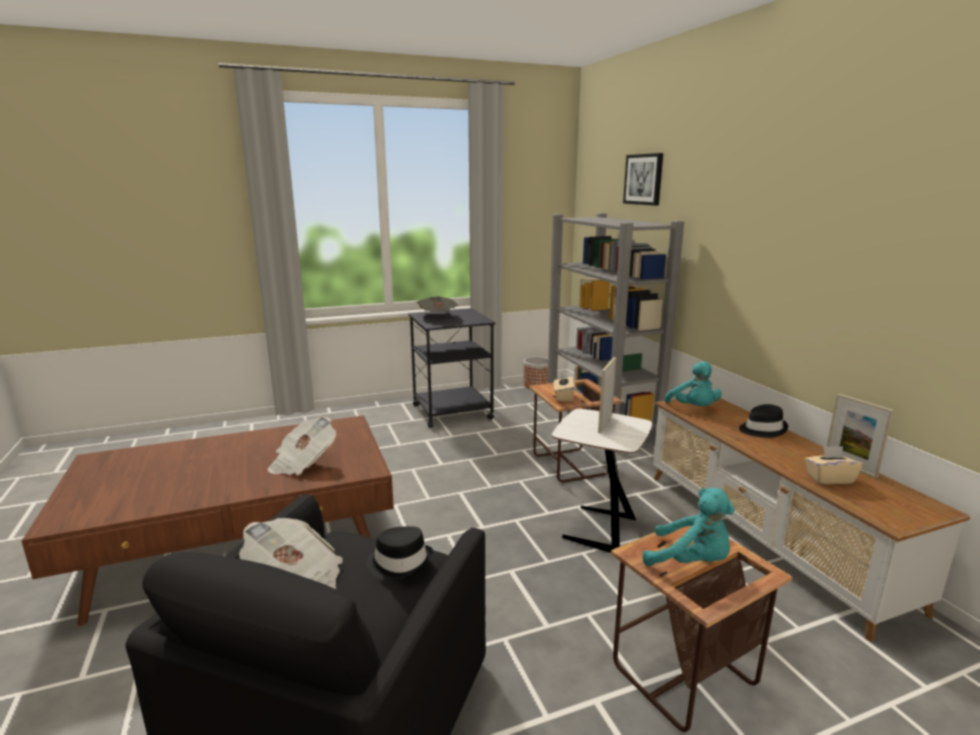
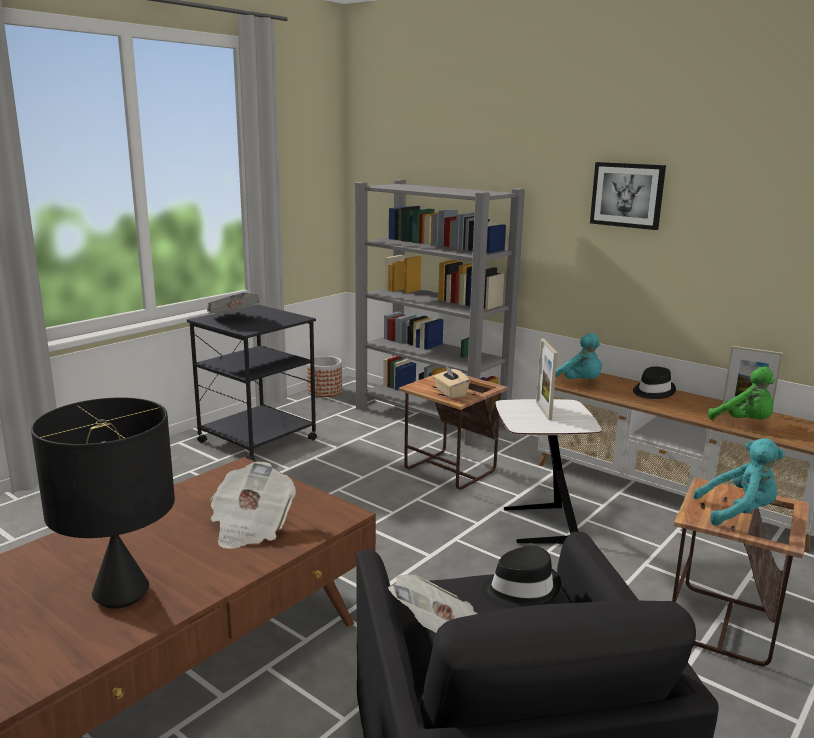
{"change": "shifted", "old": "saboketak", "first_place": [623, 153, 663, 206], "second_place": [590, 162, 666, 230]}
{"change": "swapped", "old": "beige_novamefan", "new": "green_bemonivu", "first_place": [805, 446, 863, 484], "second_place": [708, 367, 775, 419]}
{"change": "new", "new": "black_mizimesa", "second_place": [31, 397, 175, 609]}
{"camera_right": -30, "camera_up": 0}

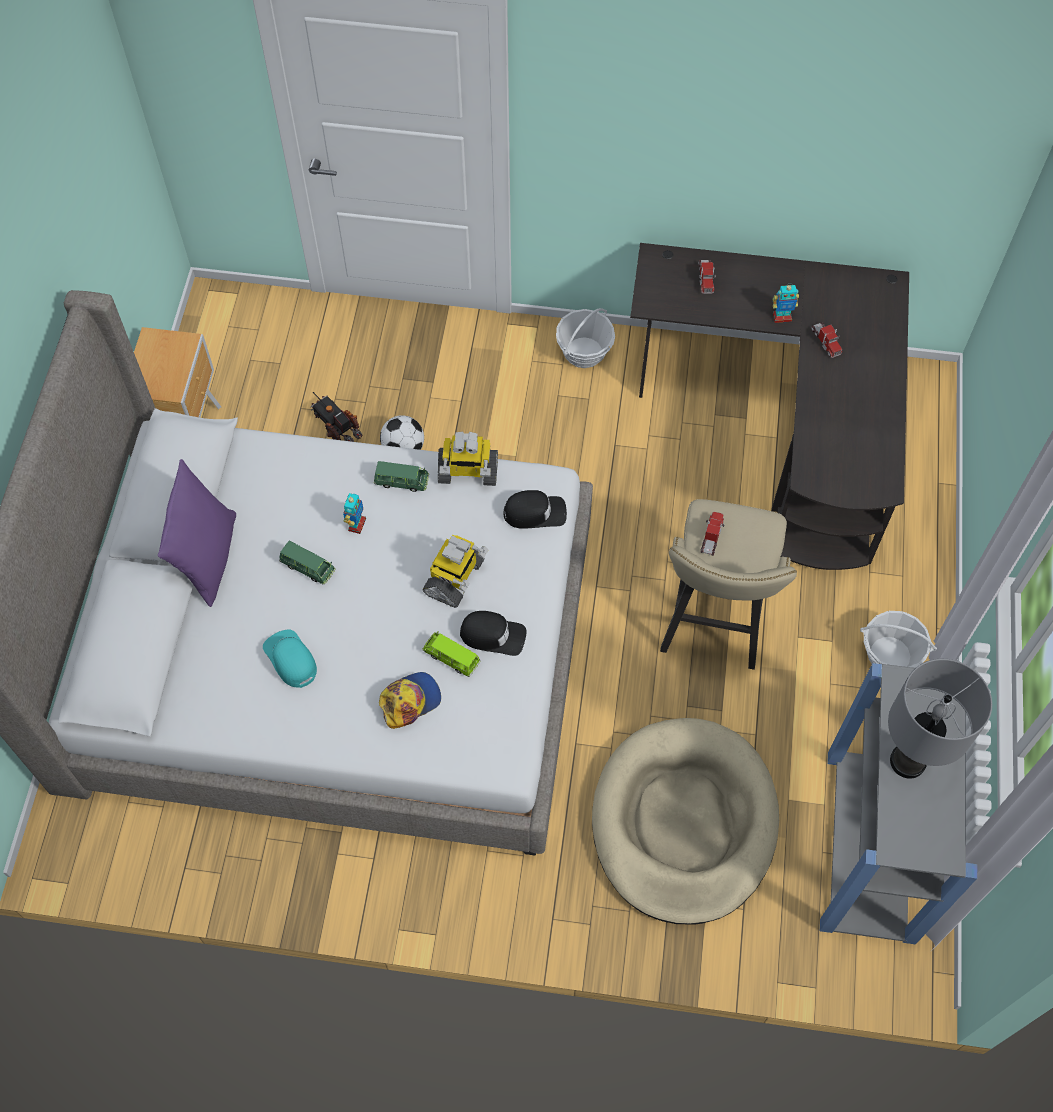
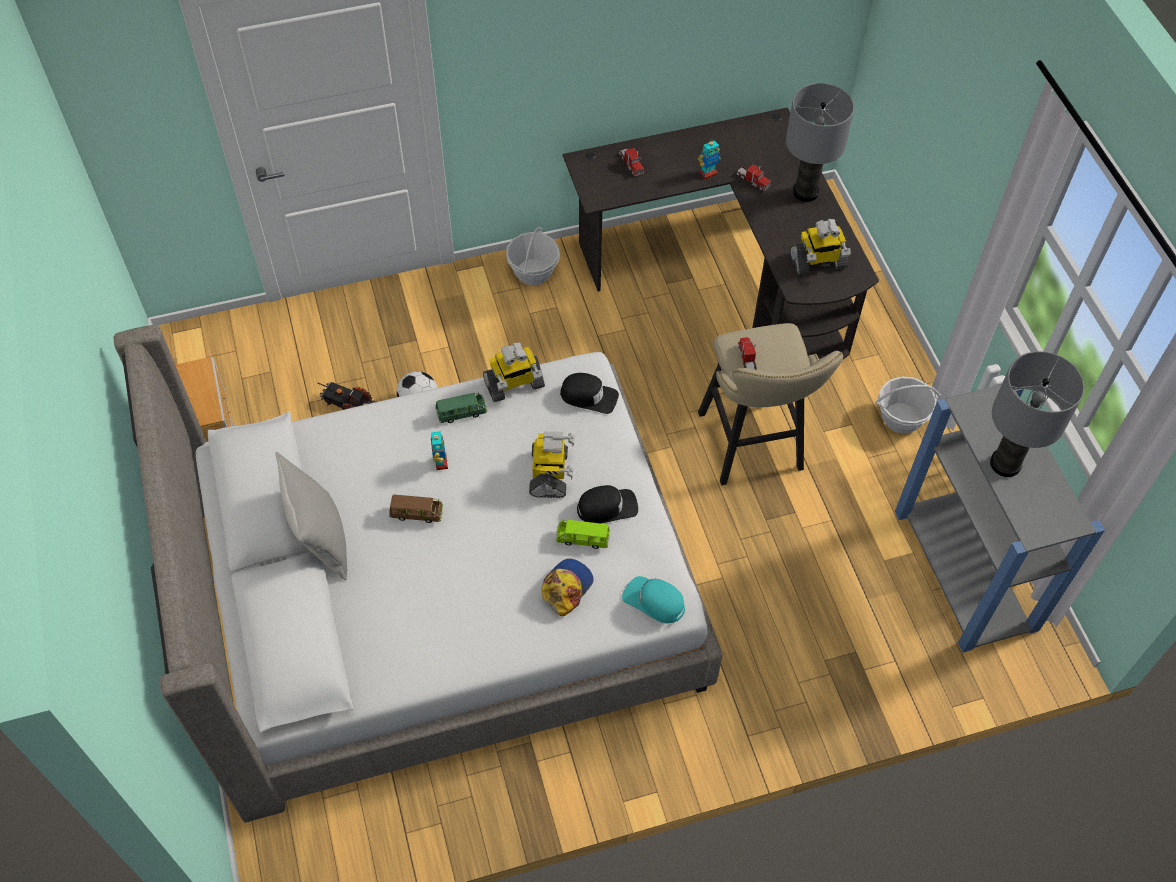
{"change": "repainted", "old": "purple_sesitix", "new": "grey_sesitix", "first_place": [158, 459, 236, 607], "second_place": [275, 452, 347, 580]}
{"change": "shifted", "old": "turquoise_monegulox", "first_place": [263, 629, 317, 688], "second_place": [622, 576, 685, 623]}
{"change": "repainted", "old": "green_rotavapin", "new": "brown_rotavapin", "first_place": [279, 541, 335, 585], "second_place": [389, 494, 444, 523]}
{"change": "rotated", "old": "black_monegulox", "first_place": [503, 490, 567, 529], "second_place": [560, 373, 619, 414], "degrees": 45}
{"change": "gone", "old": "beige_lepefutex", "first_place": [592, 718, 779, 925]}
{"change": "new", "new": "grey_mizimesa", "second_place": [786, 83, 854, 202]}
{"change": "new", "new": "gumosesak", "second_place": [790, 219, 851, 275]}
{"camera_right": -25, "camera_up": -5}

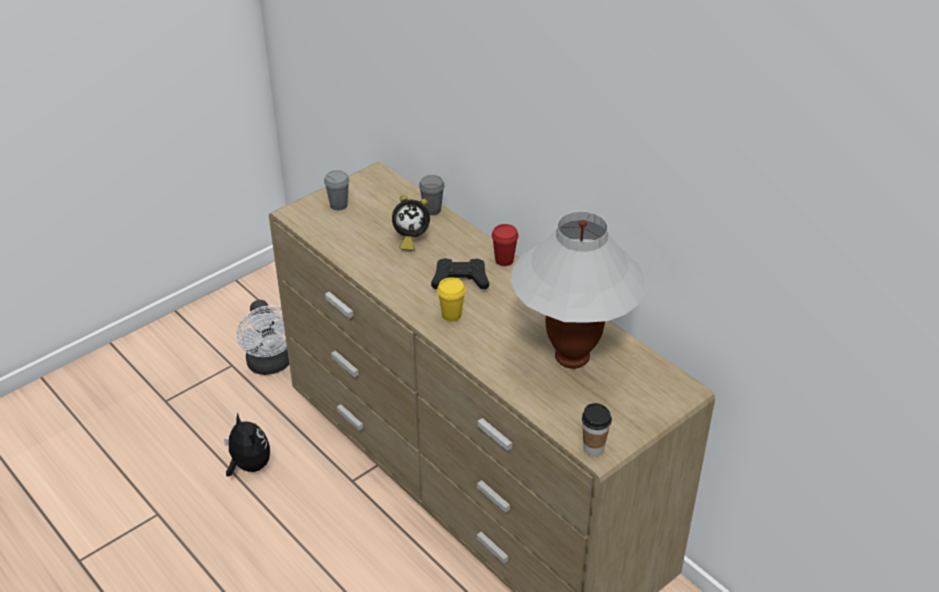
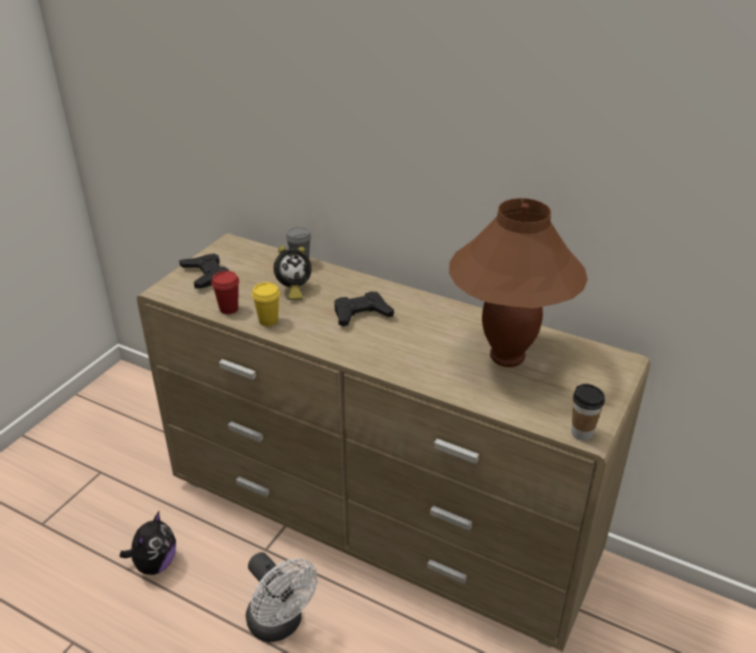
{"change": "rotated", "old": "bemonivu", "first_place": [224, 413, 270, 477], "second_place": [120, 511, 176, 575], "degrees": 75}
{"change": "shifted", "old": "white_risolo", "first_place": [237, 300, 289, 375], "second_place": [246, 552, 318, 642]}
{"change": "swapped", "old": "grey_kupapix", "new": "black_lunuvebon", "first_place": [324, 170, 350, 210], "second_place": [179, 253, 229, 289]}
{"change": "shifted", "old": "yellow_kupapix", "first_place": [437, 277, 466, 322], "second_place": [252, 282, 280, 326]}
{"change": "shifted", "old": "red_kupapix", "first_place": [491, 224, 519, 266], "second_place": [211, 271, 239, 314]}
{"change": "repainted", "old": "white_mizimesa", "new": "brown_mizimesa", "first_place": [511, 211, 646, 369], "second_place": [449, 198, 588, 367]}
{"camera_right": -20, "camera_up": -5}

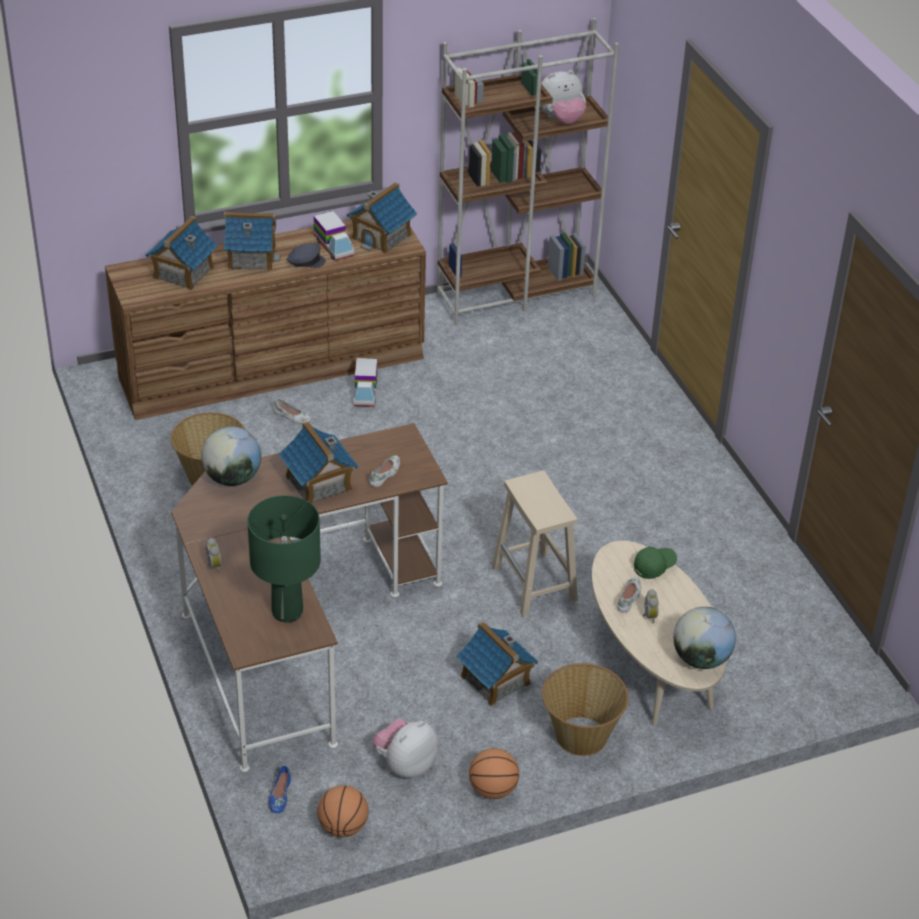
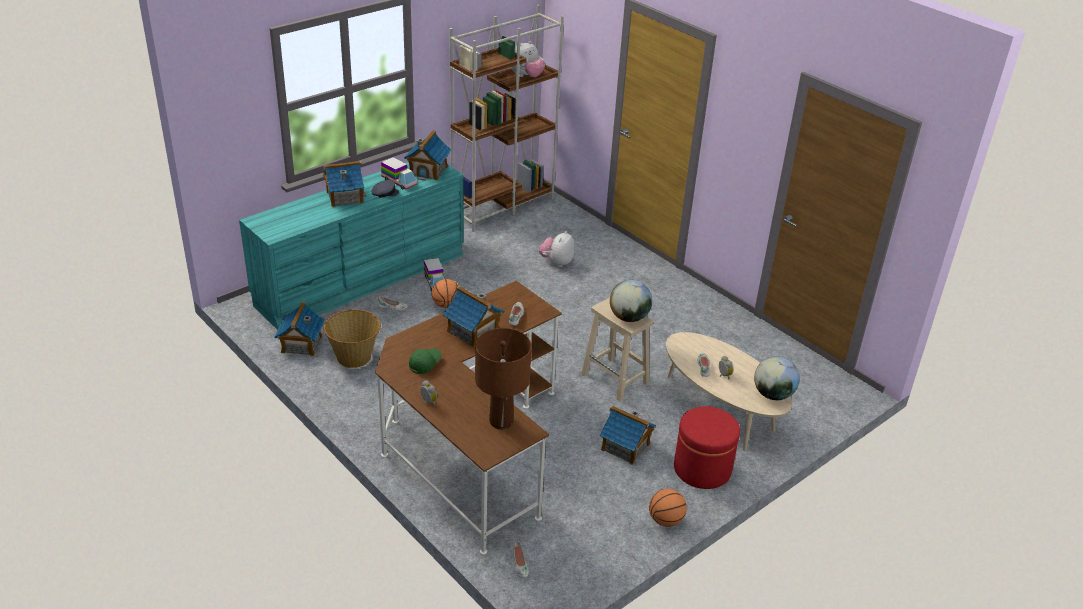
{"change": "repainted", "old": "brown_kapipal", "new": "turquoise_kapipal", "first_place": [105, 220, 426, 420], "second_place": [239, 162, 464, 330]}
{"change": "shifted", "old": "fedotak", "first_place": [145, 216, 218, 290], "second_place": [274, 302, 325, 356]}
{"change": "shifted", "old": "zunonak", "first_place": [201, 426, 261, 486], "second_place": [610, 280, 652, 322]}
{"change": "repainted", "old": "green_mizimesa", "new": "brown_mizimesa", "first_place": [247, 495, 321, 623], "second_place": [475, 328, 531, 429]}
{"change": "repainted", "old": "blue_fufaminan", "new": "white_fufaminan", "first_place": [269, 766, 291, 813], "second_place": [512, 541, 529, 578]}
{"change": "shifted", "old": "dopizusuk", "first_place": [317, 785, 369, 837], "second_place": [431, 279, 458, 308]}
{"change": "shifted", "old": "bemonivu", "first_place": [373, 719, 438, 778], "second_place": [539, 231, 574, 267]}
{"change": "swapped", "old": "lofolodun", "new": "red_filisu", "first_place": [542, 663, 629, 756], "second_place": [674, 406, 740, 489]}
{"change": "shifted", "old": "green_monegulox", "first_place": [634, 547, 677, 579], "second_place": [409, 348, 442, 374]}
{"camera_right": -20, "camera_up": -5}

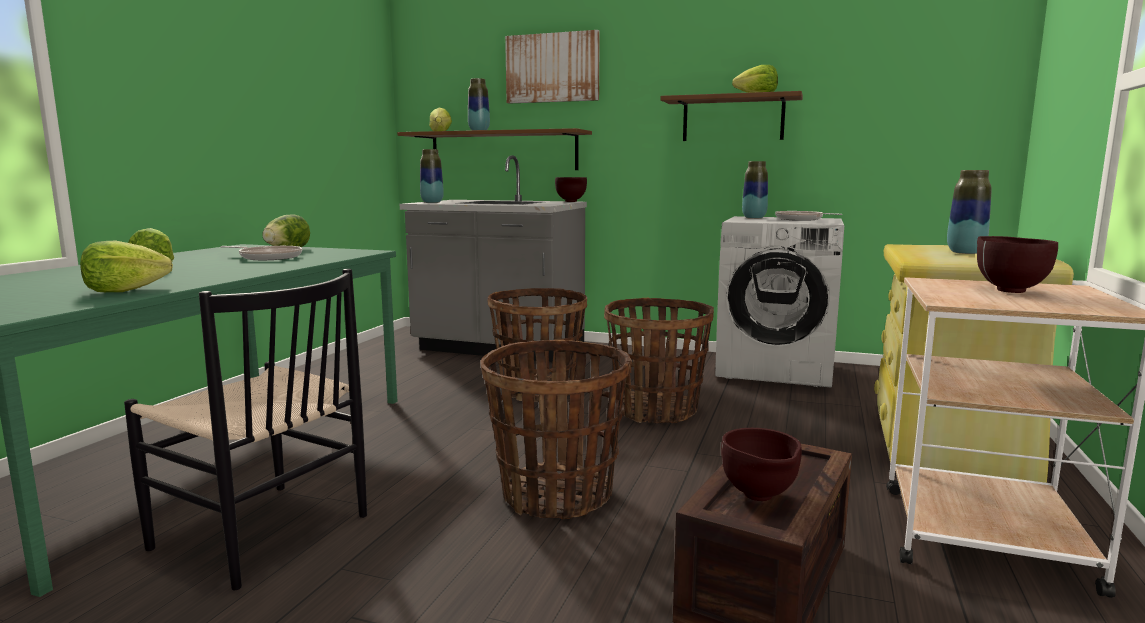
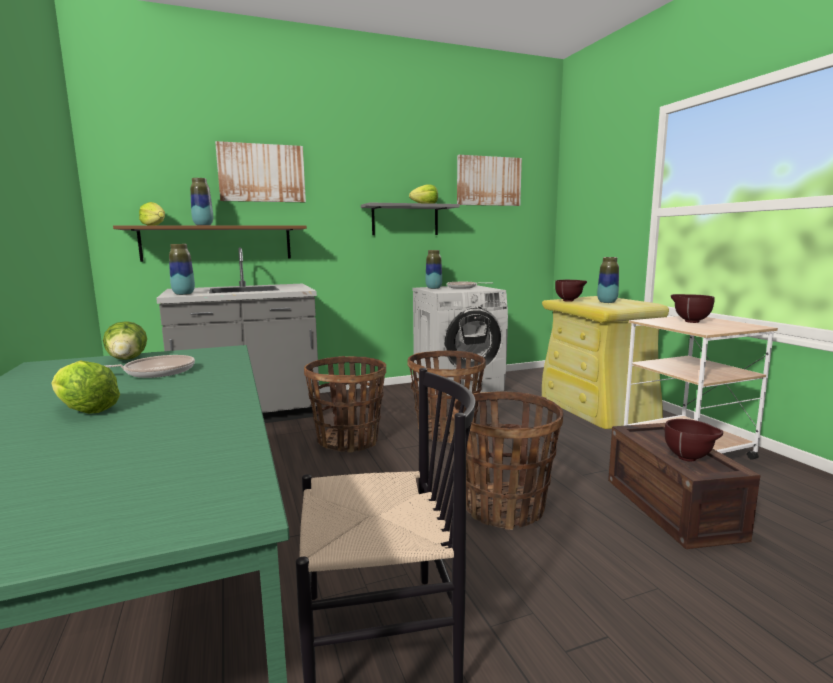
{"change": "gone", "old": "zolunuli", "first_place": [80, 241, 173, 292]}
{"change": "shifted", "old": "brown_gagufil", "first_place": [555, 177, 587, 202], "second_place": [555, 280, 587, 302]}
{"change": "repainted", "old": "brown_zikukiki", "new": "grey_zikukiki", "first_place": [660, 91, 803, 141], "second_place": [361, 202, 460, 235]}
{"change": "new", "new": "saboketak", "second_place": [457, 155, 522, 206]}
{"camera_right": -40, "camera_up": 0}

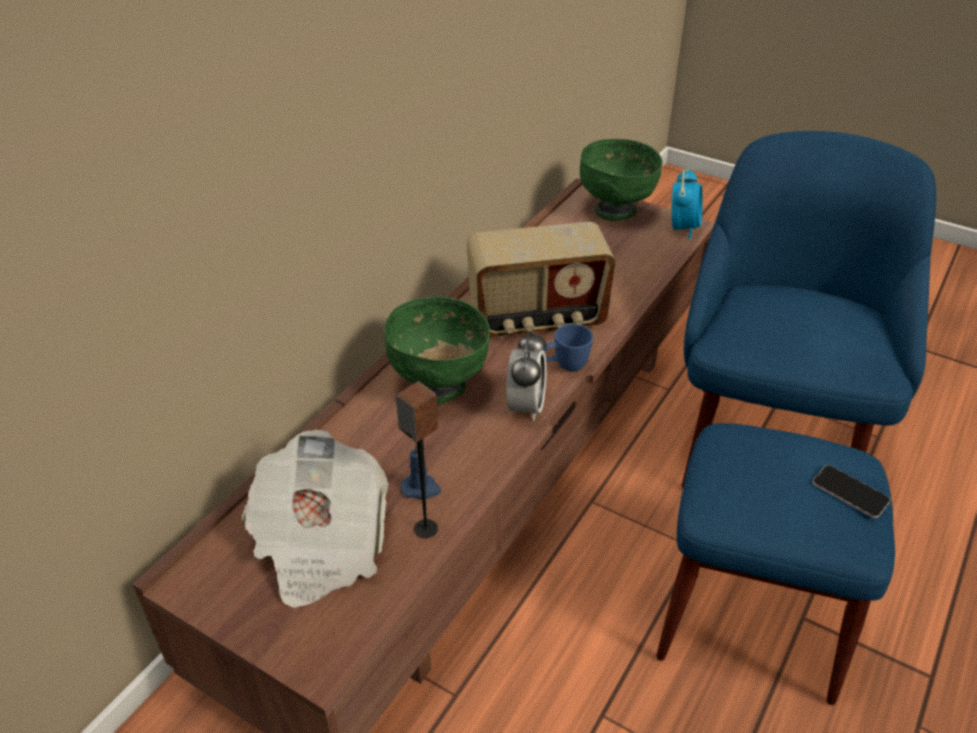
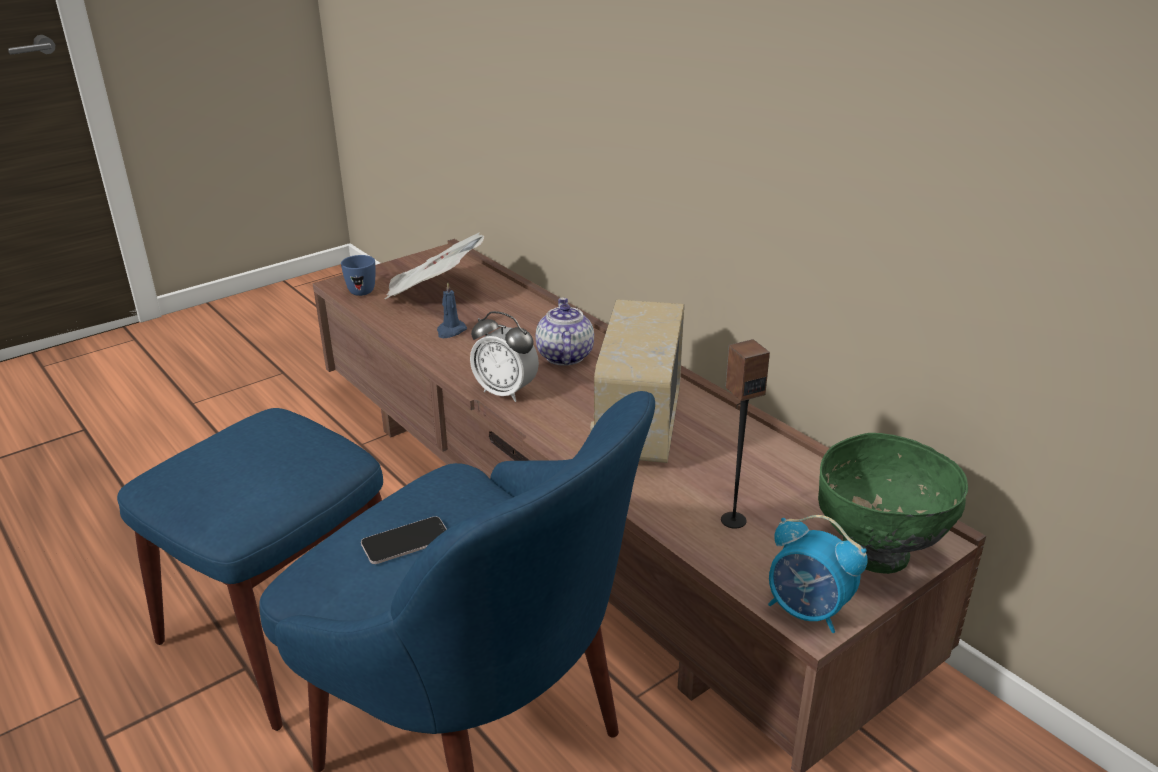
{"change": "swapped", "old": "green_gagufil", "new": "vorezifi", "first_place": [384, 297, 490, 405], "second_place": [536, 298, 594, 366]}
{"change": "shifted", "old": "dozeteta", "first_place": [396, 381, 438, 538], "second_place": [721, 339, 770, 529]}
{"change": "shifted", "old": "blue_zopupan", "first_place": [542, 324, 593, 371], "second_place": [341, 255, 375, 296]}
{"change": "shifted", "old": "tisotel", "first_place": [812, 465, 890, 518], "second_place": [361, 516, 447, 564]}
{"camera_right": 110, "camera_up": -10}

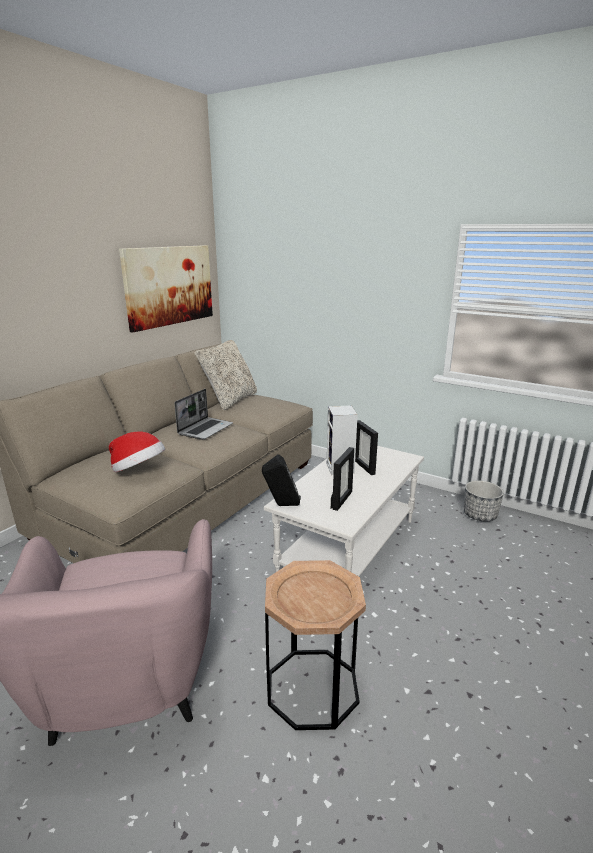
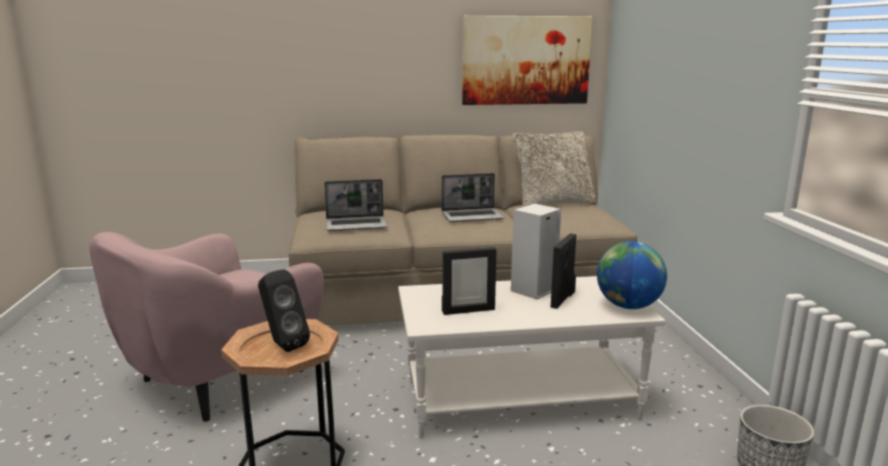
{"change": "swapped", "old": "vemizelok", "new": "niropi", "first_place": [109, 432, 165, 472], "second_place": [324, 179, 388, 231]}
{"change": "shifted", "old": "black_dozeteta", "first_place": [262, 455, 301, 506], "second_place": [258, 269, 310, 352]}
{"change": "new", "new": "zunonak", "second_place": [597, 241, 667, 309]}
{"camera_right": 50, "camera_up": -5}

